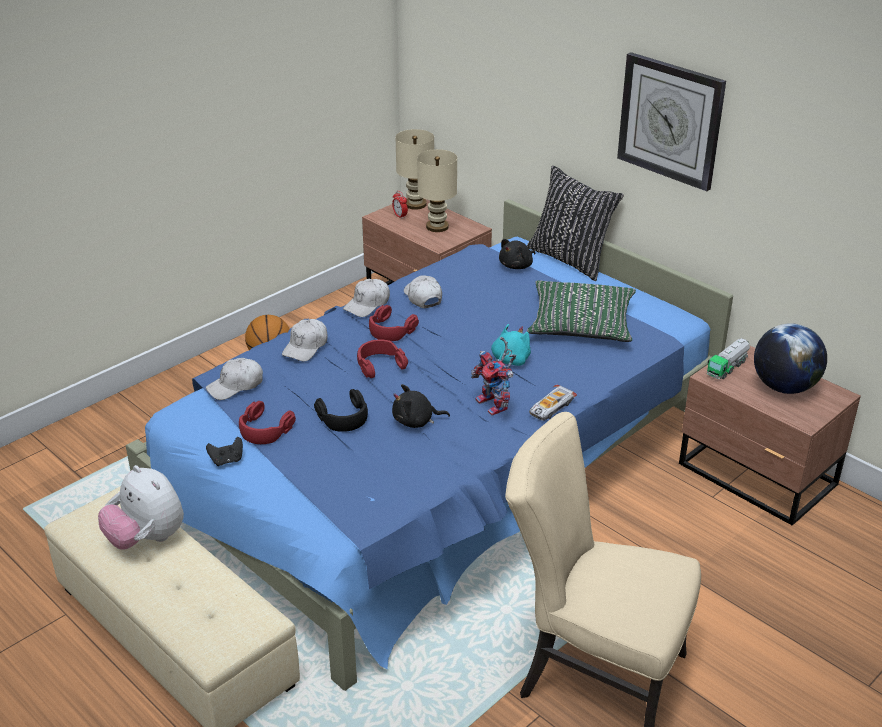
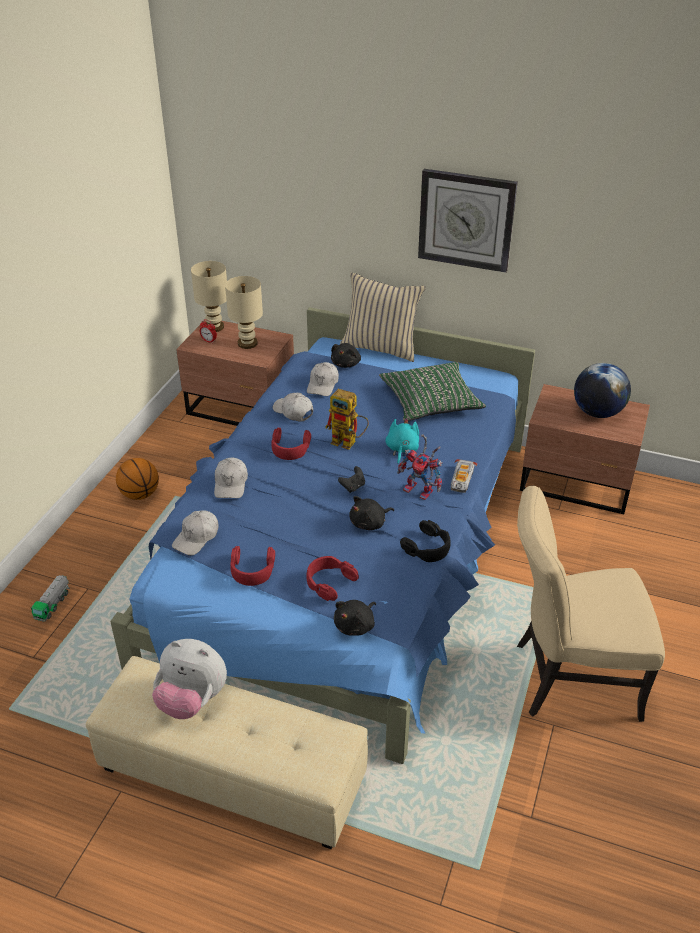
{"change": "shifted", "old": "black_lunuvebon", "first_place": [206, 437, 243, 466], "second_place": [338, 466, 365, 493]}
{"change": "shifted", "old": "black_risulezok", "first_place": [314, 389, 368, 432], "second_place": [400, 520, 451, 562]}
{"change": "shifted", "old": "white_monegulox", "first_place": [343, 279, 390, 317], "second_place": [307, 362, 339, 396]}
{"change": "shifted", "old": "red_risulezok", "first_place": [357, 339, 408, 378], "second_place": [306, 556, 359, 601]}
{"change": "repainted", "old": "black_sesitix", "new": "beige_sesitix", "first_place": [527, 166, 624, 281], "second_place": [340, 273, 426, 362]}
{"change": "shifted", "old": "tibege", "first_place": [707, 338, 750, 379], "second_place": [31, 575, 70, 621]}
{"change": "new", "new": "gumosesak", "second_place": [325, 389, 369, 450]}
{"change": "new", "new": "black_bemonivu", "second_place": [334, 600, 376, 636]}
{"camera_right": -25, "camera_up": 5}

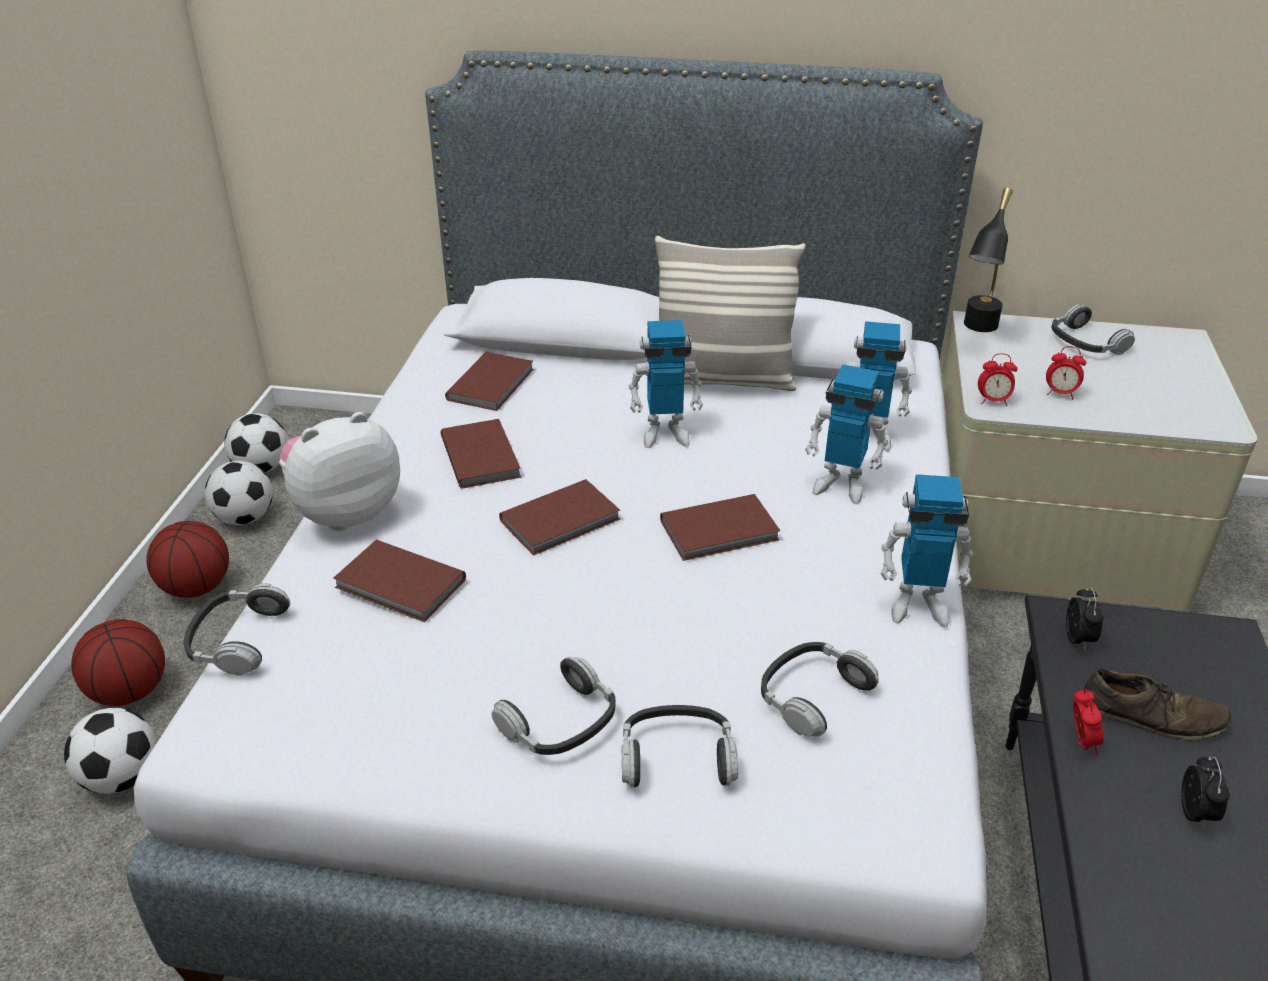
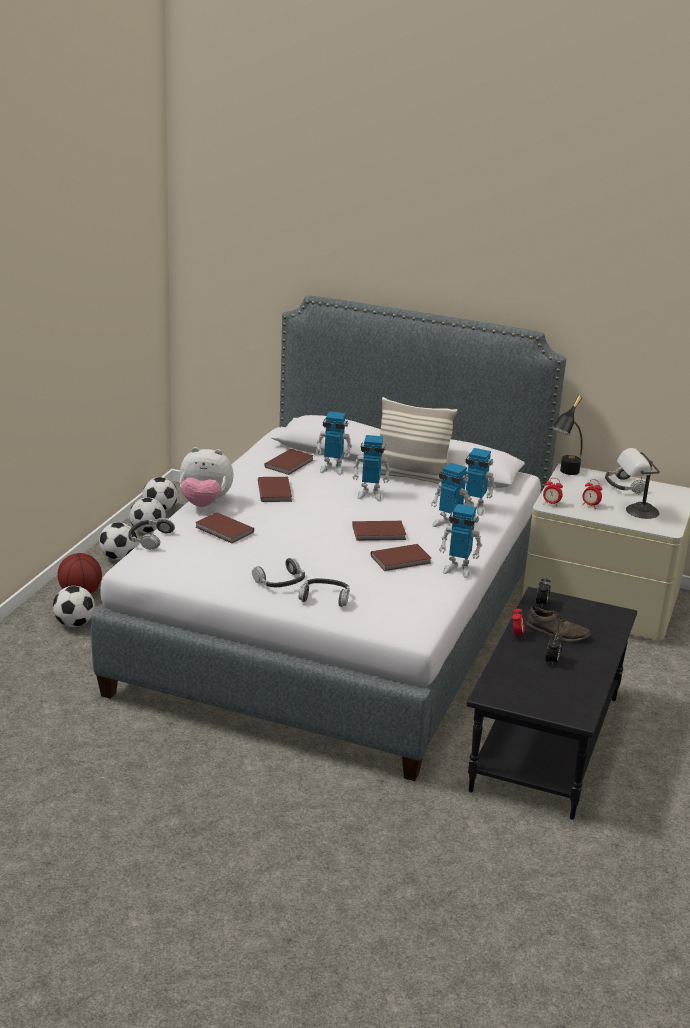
{"change": "swapped", "old": "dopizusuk", "new": "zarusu", "first_place": [147, 521, 229, 598], "second_place": [99, 522, 137, 560]}
{"change": "rotated", "old": "bemonivu", "first_place": [279, 412, 400, 531], "second_place": [180, 447, 234, 507], "degrees": -150}
{"change": "shifted", "old": "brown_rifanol", "first_place": [499, 479, 620, 556], "second_place": [371, 544, 431, 571]}
{"change": "gone", "old": "risulezok", "first_place": [761, 642, 879, 737]}
{"change": "new", "new": "gumosesak", "second_place": [315, 411, 352, 475]}
{"change": "new", "new": "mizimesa", "second_place": [617, 448, 660, 519]}
{"camera_right": 10, "camera_up": -10}

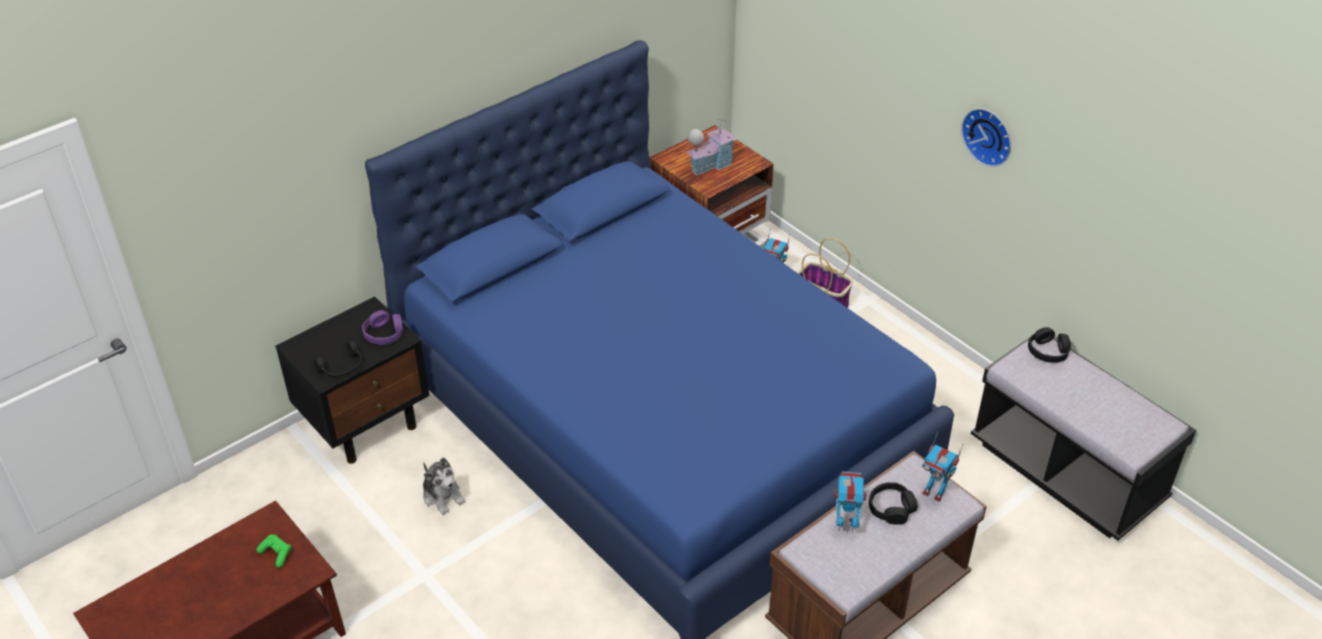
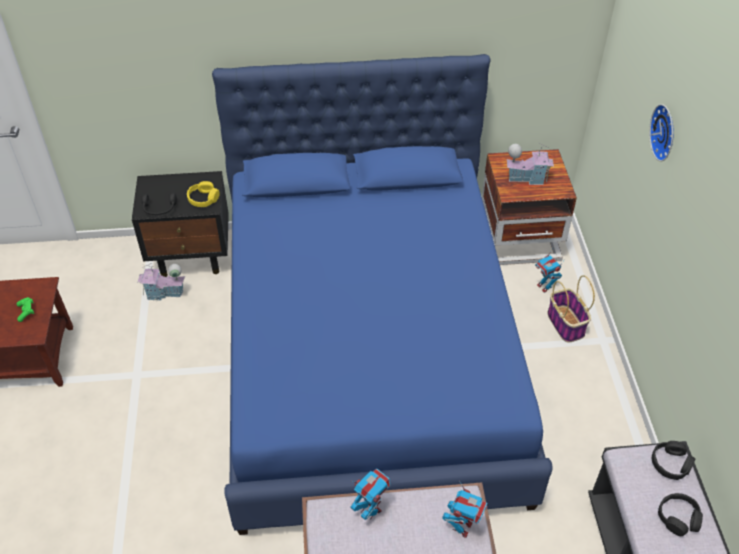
{"change": "repainted", "old": "purple_risulezok", "new": "yellow_risulezok", "first_place": [362, 310, 403, 345], "second_place": [187, 181, 220, 207]}
{"change": "gone", "old": "bemonivu", "first_place": [423, 457, 466, 515]}
{"change": "shifted", "old": "black_risulezok", "first_place": [869, 482, 918, 525], "second_place": [658, 493, 703, 536]}
{"change": "rotated", "old": "gumosesak", "first_place": [921, 432, 963, 502], "second_place": [442, 481, 488, 538], "degrees": -135}
{"change": "shifted", "old": "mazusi", "first_place": [961, 108, 1011, 167], "second_place": [649, 104, 674, 162]}
{"change": "new", "new": "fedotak", "second_place": [138, 263, 185, 301]}
{"camera_right": 35, "camera_up": 5}

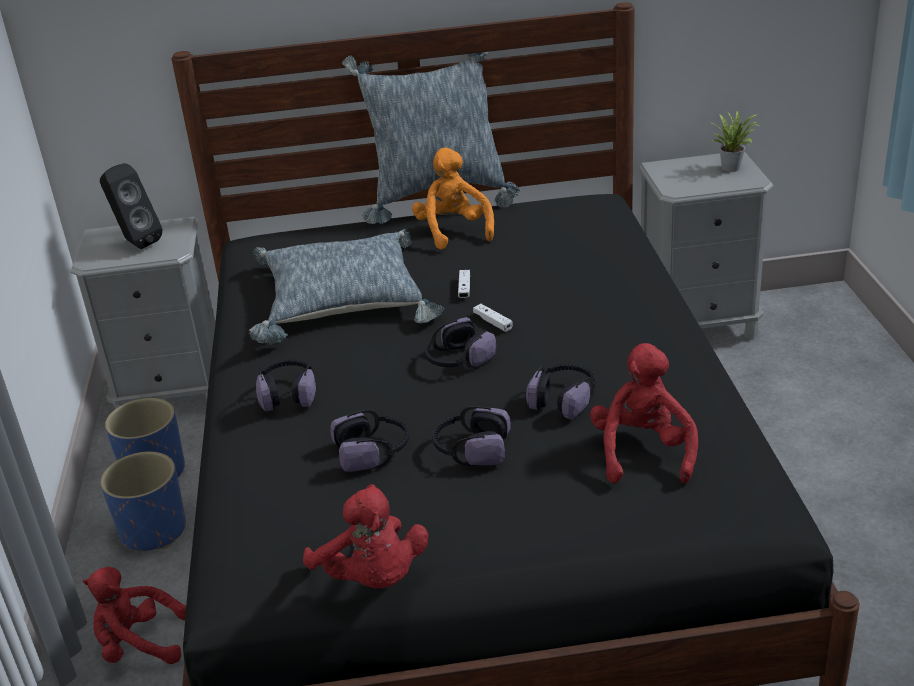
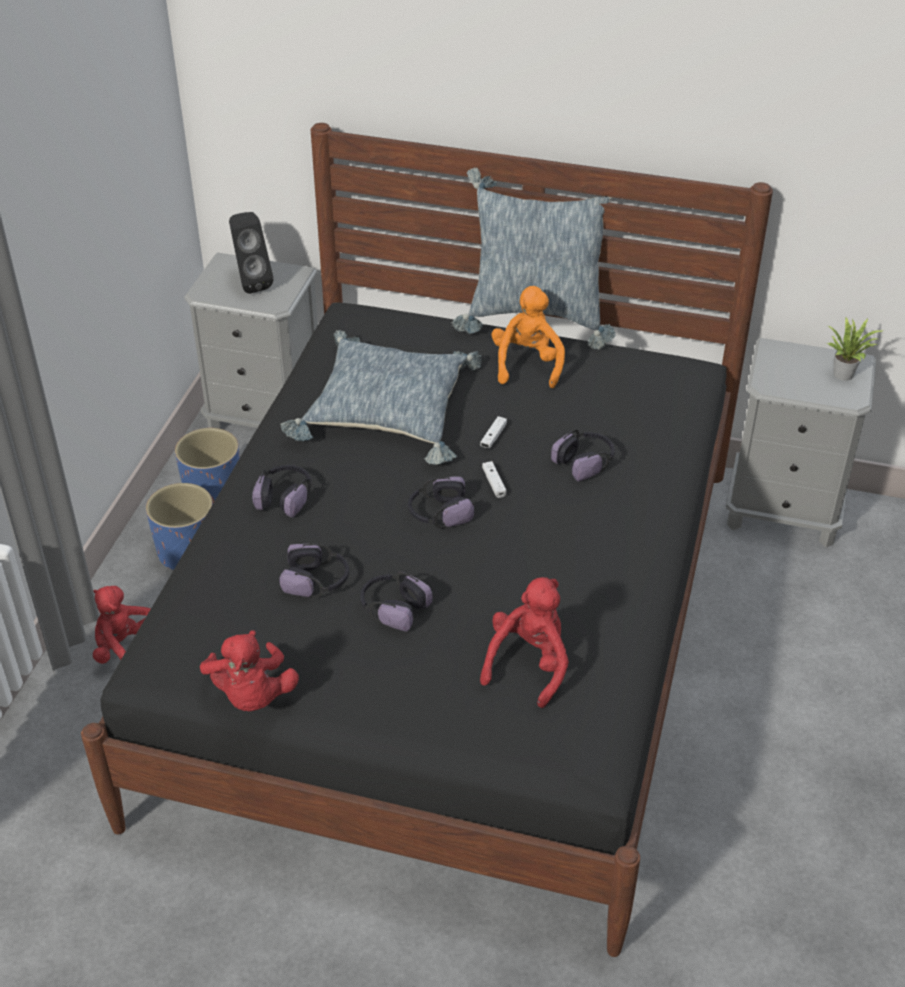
{"change": "shifted", "old": "risulezok", "first_place": [526, 364, 596, 420], "second_place": [551, 430, 615, 482]}
{"camera_right": 20, "camera_up": 10}

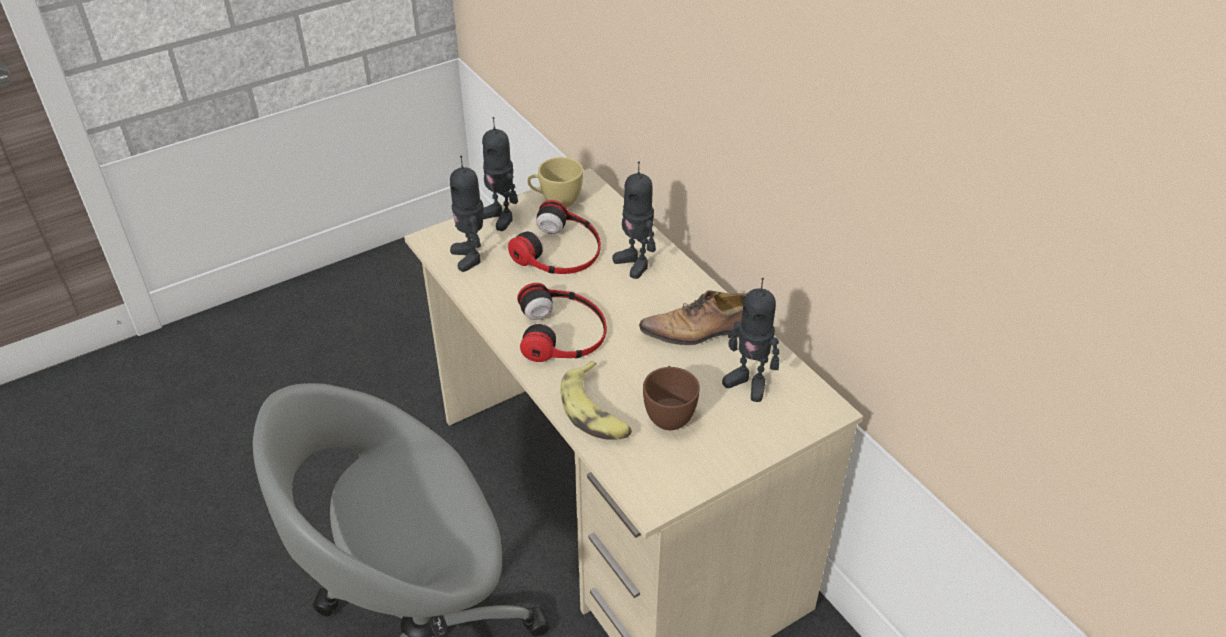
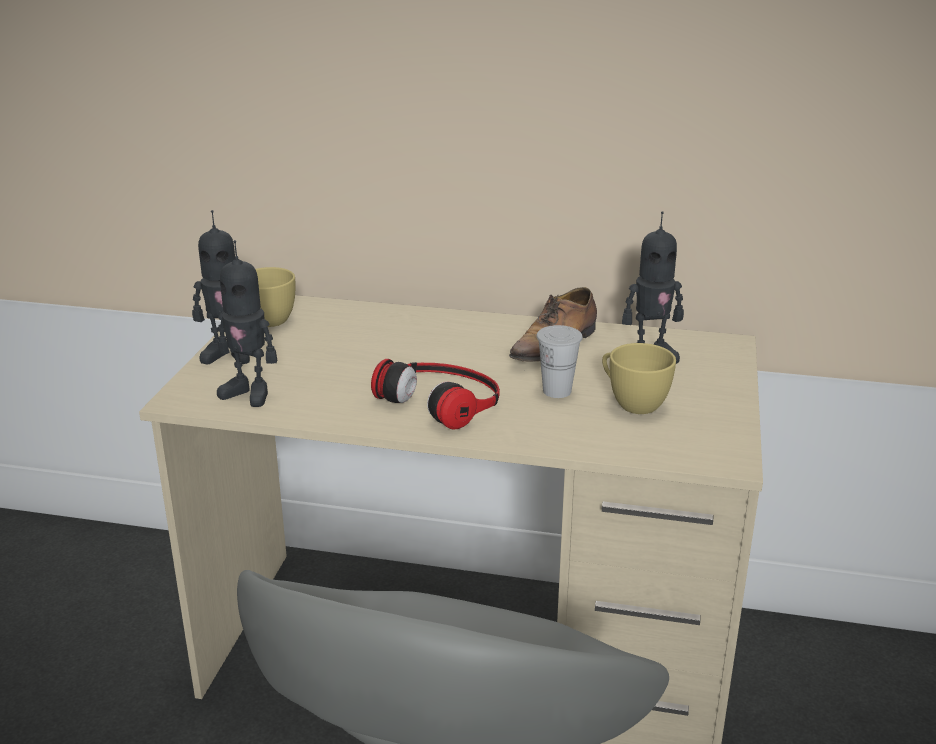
{"change": "gone", "old": "risulezok", "first_place": [508, 200, 601, 274]}
{"change": "gone", "old": "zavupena", "first_place": [560, 361, 632, 440]}
{"change": "gone", "old": "gumosesak", "first_place": [612, 161, 656, 279]}
{"change": "repainted", "old": "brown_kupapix", "new": "yellow_kupapix", "first_place": [643, 366, 700, 430], "second_place": [602, 343, 676, 414]}
{"change": "new", "new": "white_kupapix", "second_place": [537, 325, 583, 398]}
{"camera_right": -45, "camera_up": -15}

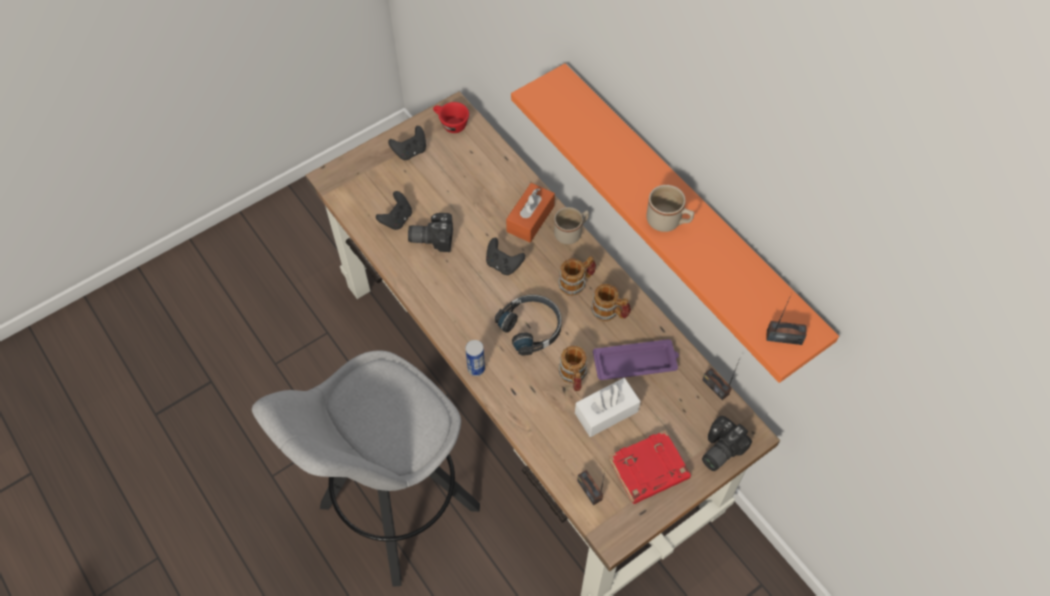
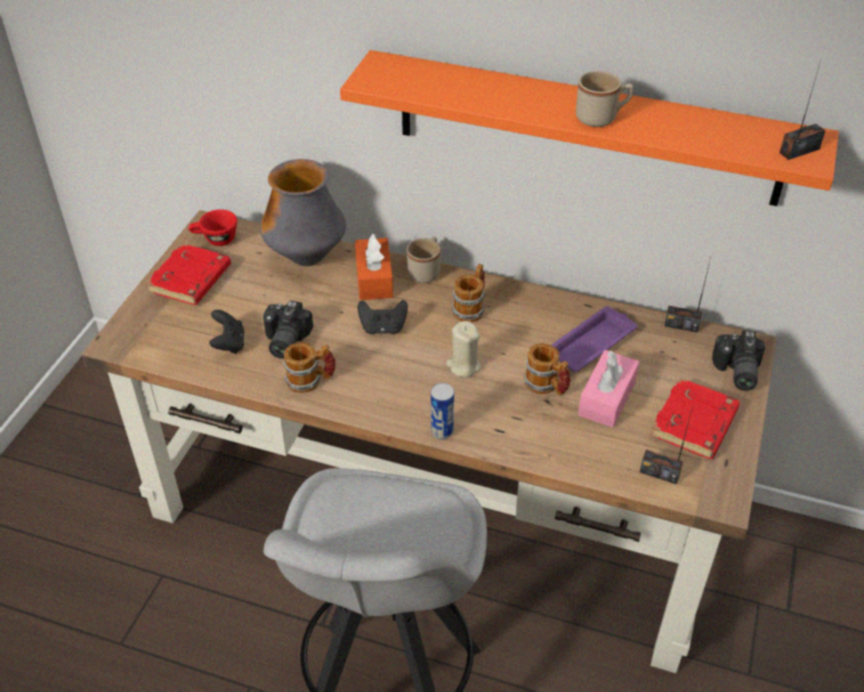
{"change": "swapped", "old": "black_lunuvebon", "new": "red_rifanol", "first_place": [388, 126, 426, 160], "second_place": [146, 243, 231, 305]}
{"change": "rotated", "old": "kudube", "first_place": [408, 213, 453, 252], "second_place": [263, 300, 313, 359], "degrees": -45}
{"change": "swapped", "old": "black_risulezok", "new": "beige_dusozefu", "first_place": [495, 294, 562, 356], "second_place": [446, 321, 481, 377]}
{"change": "repainted", "old": "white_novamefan", "new": "pink_novamefan", "first_place": [575, 378, 641, 437], "second_place": [578, 350, 639, 427]}
{"change": "shifted", "old": "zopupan", "first_place": [591, 284, 631, 321], "second_place": [283, 342, 336, 393]}
{"change": "new", "new": "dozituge", "second_place": [260, 159, 346, 266]}
{"camera_right": -35, "camera_up": -15}

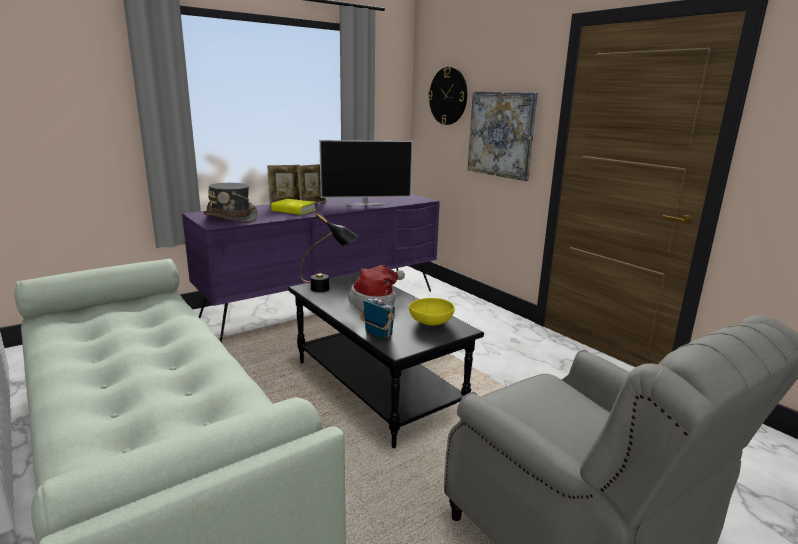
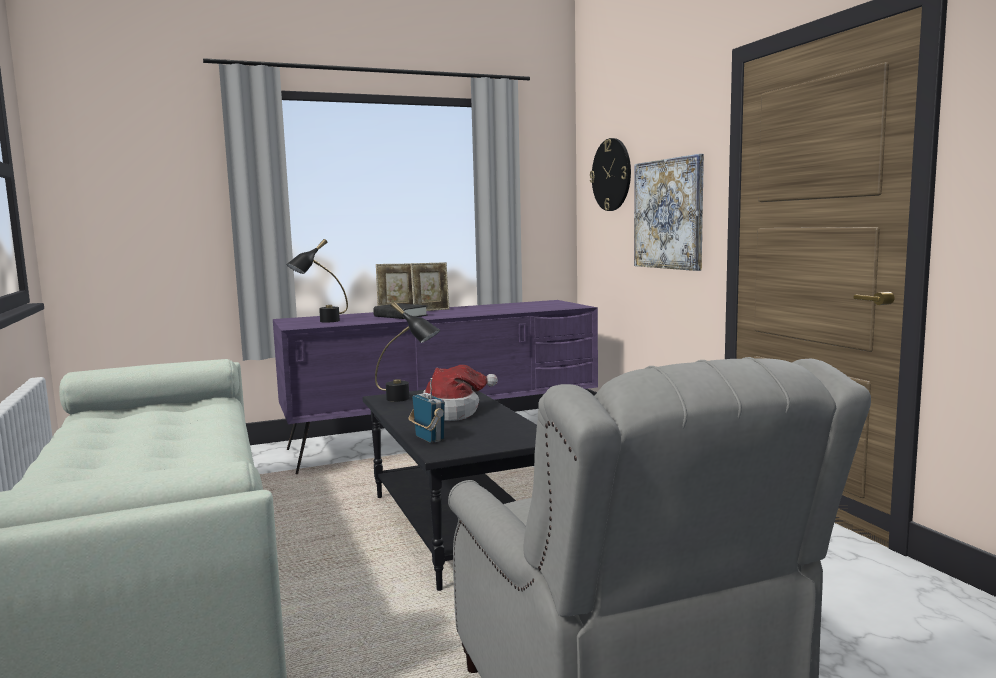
{"change": "swapped", "old": "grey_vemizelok", "new": "black_mizimesa", "first_place": [204, 183, 258, 223], "second_place": [286, 239, 348, 323]}
{"change": "repainted", "old": "yellow_rifanol", "new": "black_rifanol", "first_place": [271, 199, 316, 215], "second_place": [373, 303, 428, 319]}
{"change": "gone", "old": "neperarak", "first_place": [319, 140, 413, 205]}
{"change": "gone", "old": "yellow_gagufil", "first_place": [409, 298, 455, 325]}
{"camera_right": 15, "camera_up": -10}

